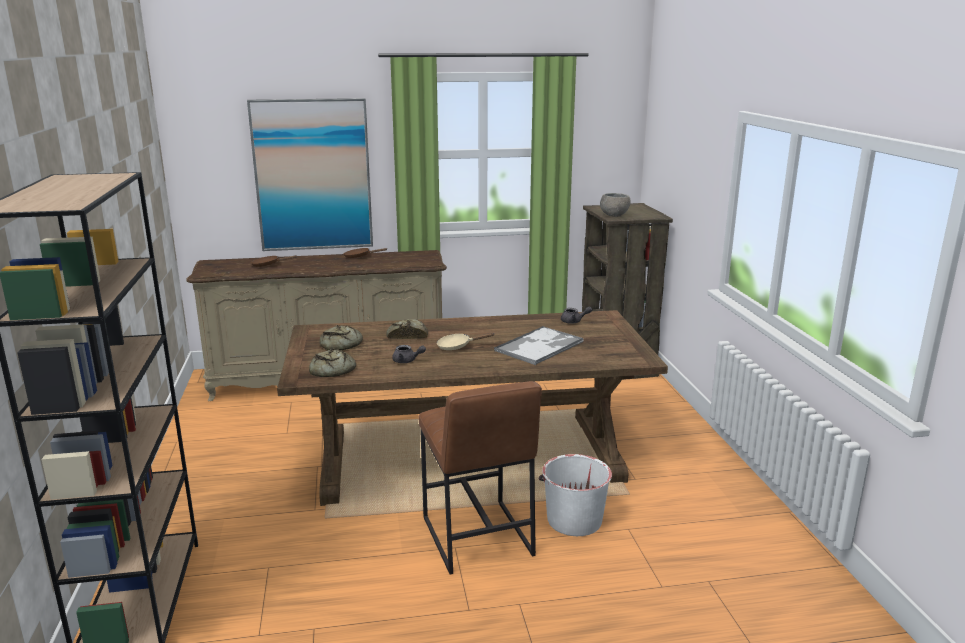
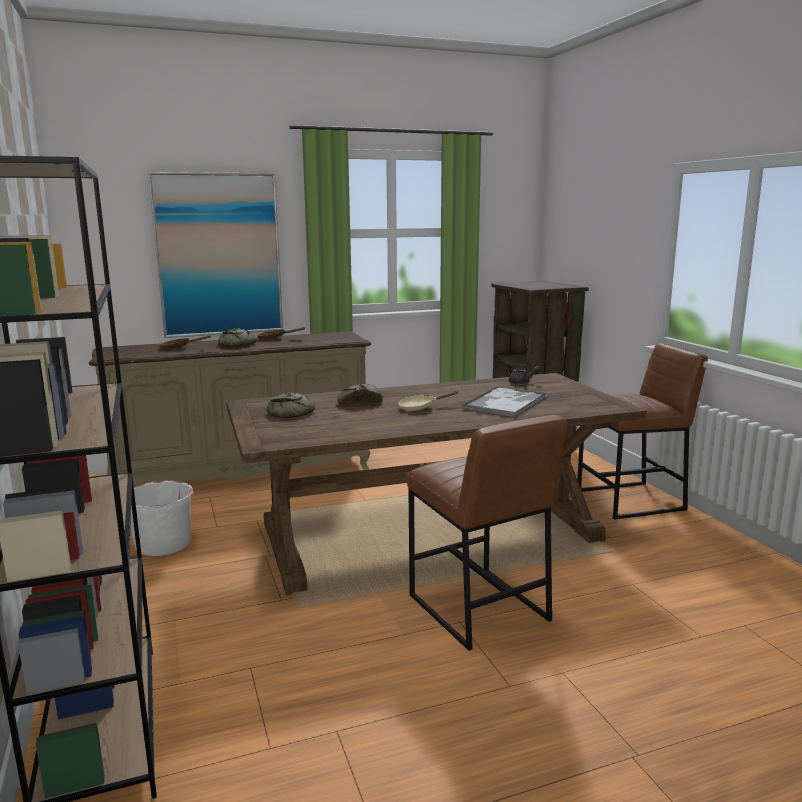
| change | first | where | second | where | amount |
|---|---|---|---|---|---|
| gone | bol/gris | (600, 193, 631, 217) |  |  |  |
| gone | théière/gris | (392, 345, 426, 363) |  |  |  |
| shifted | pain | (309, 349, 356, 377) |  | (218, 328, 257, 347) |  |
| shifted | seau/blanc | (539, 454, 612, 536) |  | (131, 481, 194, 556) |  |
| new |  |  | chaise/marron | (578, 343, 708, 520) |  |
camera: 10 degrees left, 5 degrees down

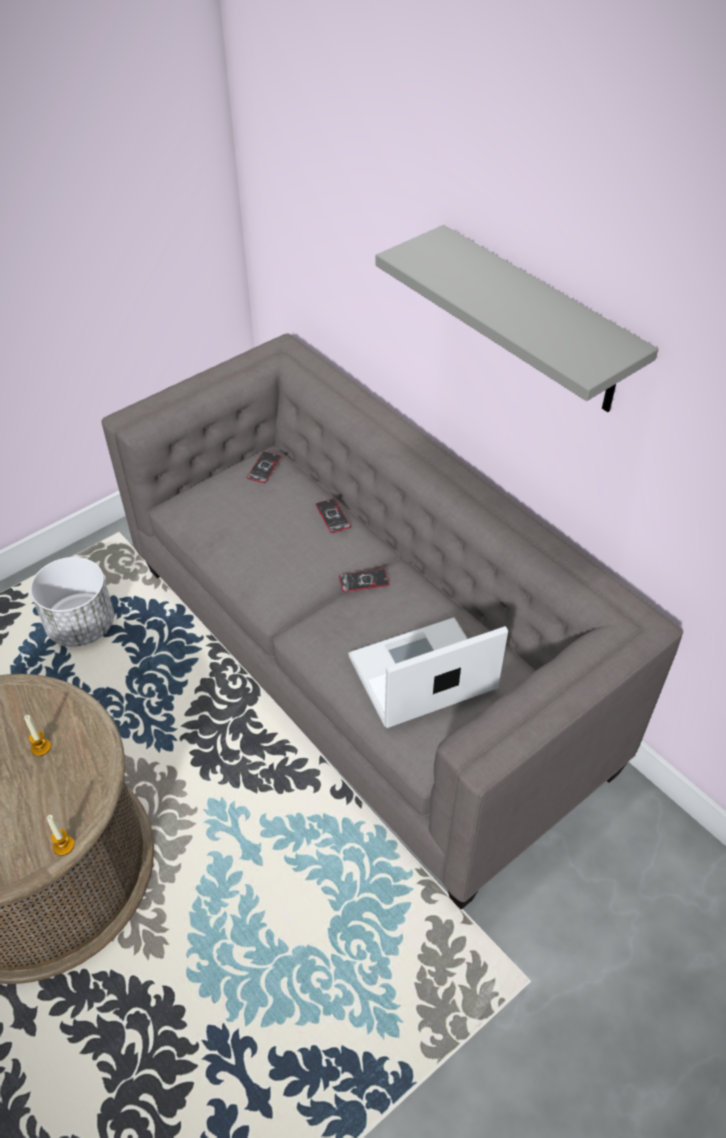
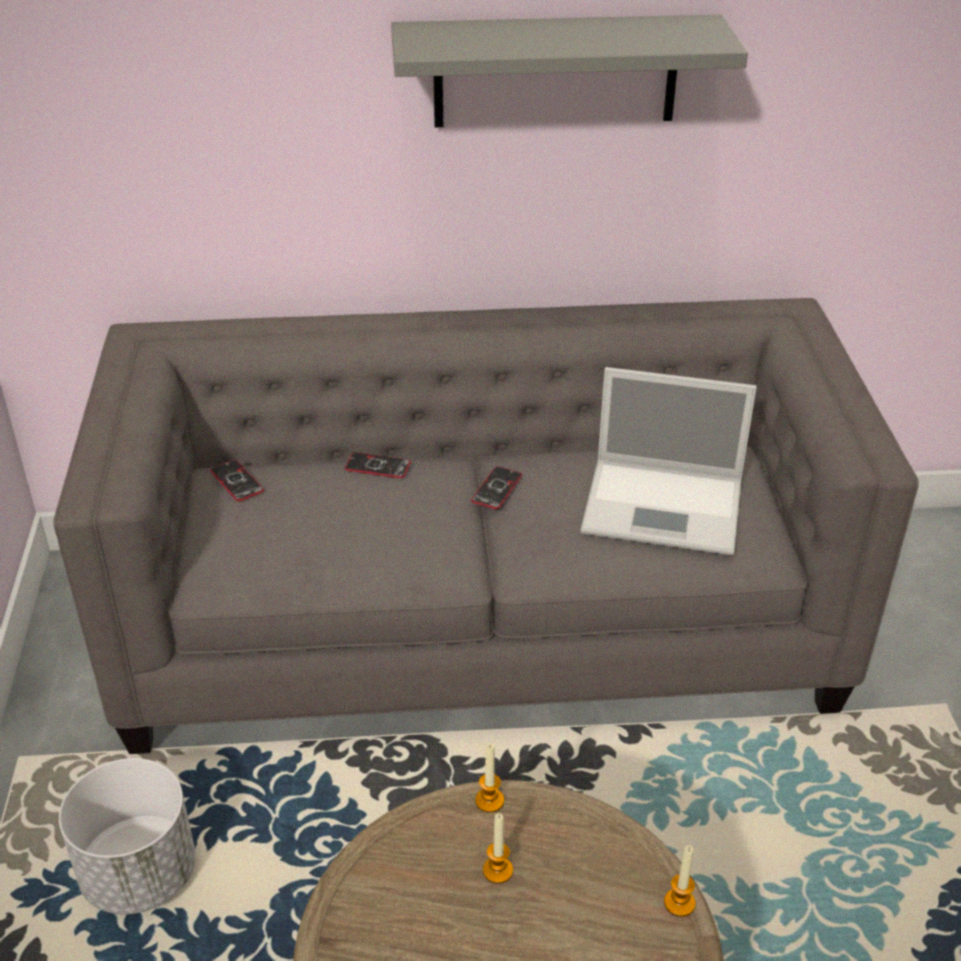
| change | first | where | second | where | amount |
|---|---|---|---|---|---|
| rotated | ordinateur portable | (348, 617, 508, 728) |  | (581, 367, 757, 555) | 90 degrees counterclockwise |
| new |  |  | bougie | (475, 743, 504, 813) |  |
camera: 55 degrees left, 10 degrees down

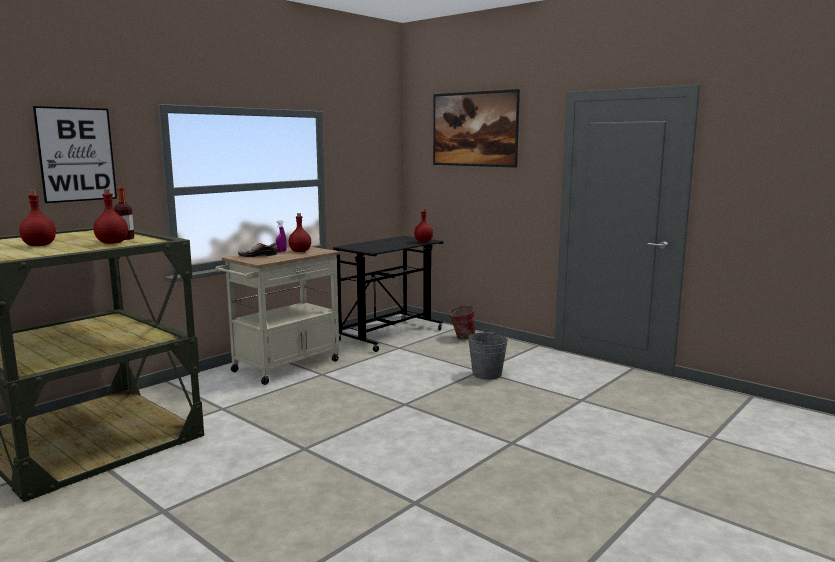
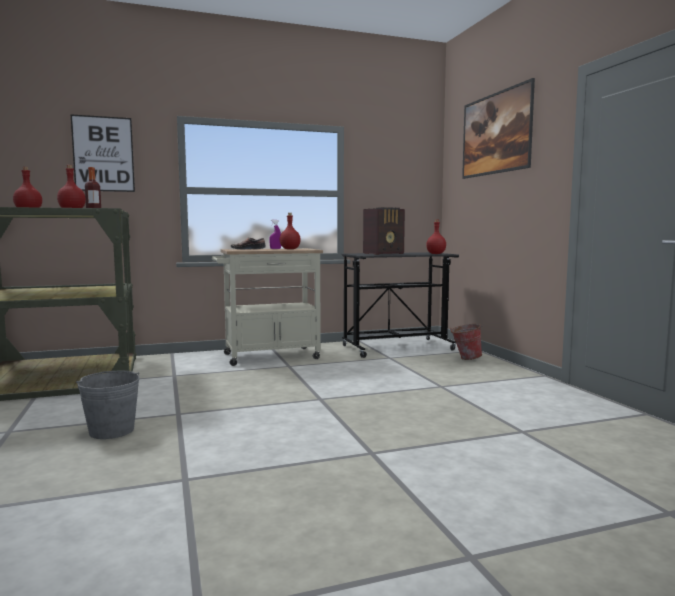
| change | first | where | second | where | amount |
|---|---|---|---|---|---|
| shifted | seau/gris | (468, 332, 508, 380) |  | (76, 371, 140, 439) |  |
| new |  |  | radio | (363, 207, 405, 255) |  |
camera: 30 degrees right, 5 degrees down

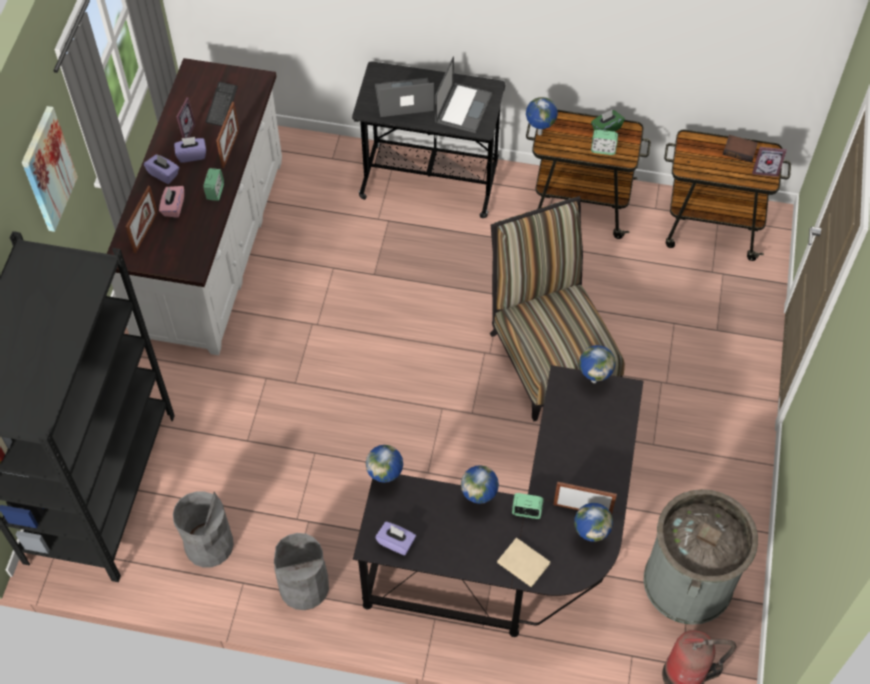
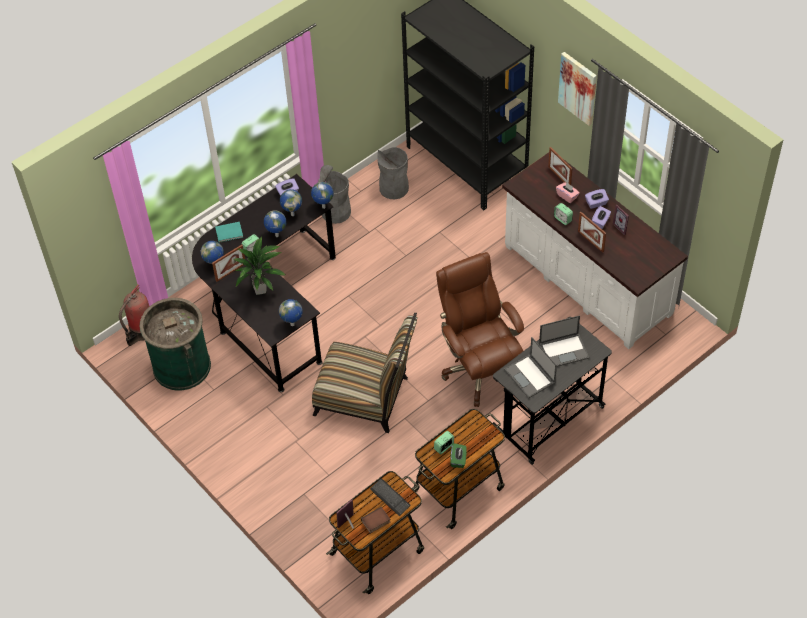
| change | first | where | second | where | amount |
|---|---|---|---|---|---|
| rotated | ordinateur portable | (375, 78, 434, 117) |  | (539, 315, 589, 367) | 45 degrees clockwise |
| shifted | clavier | (206, 82, 238, 126) |  | (370, 478, 411, 516) |  |
| shifted | globe | (526, 97, 558, 135) |  | (280, 189, 302, 216) |  |
| repainted | poubelle/gris | (644, 489, 758, 625) | poubelle/vert | (139, 298, 211, 391) |  |
| repainted | livre/beige | (497, 538, 550, 587) | livre/turquoise | (215, 222, 243, 243) |  |
| new |  |  | plante en pot | (234, 236, 286, 295) |  |
| new |  |  | chaise de bureau/marron | (436, 252, 524, 407) |  |
camera: 130 degrees right, 5 degrees down

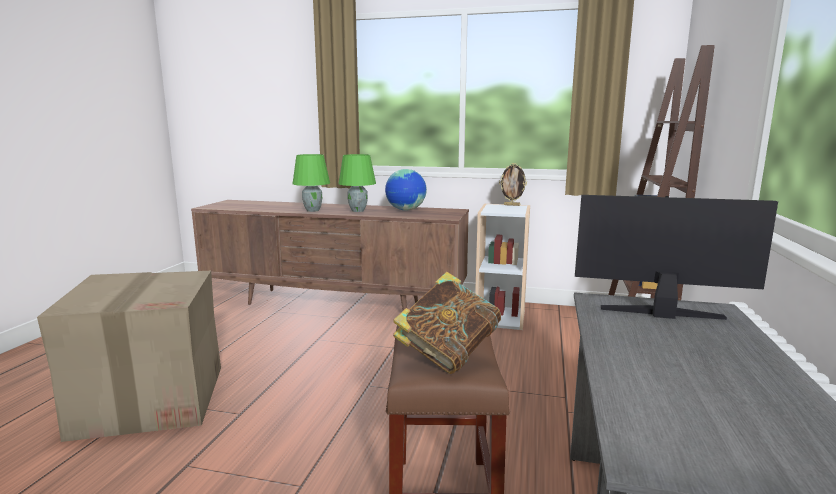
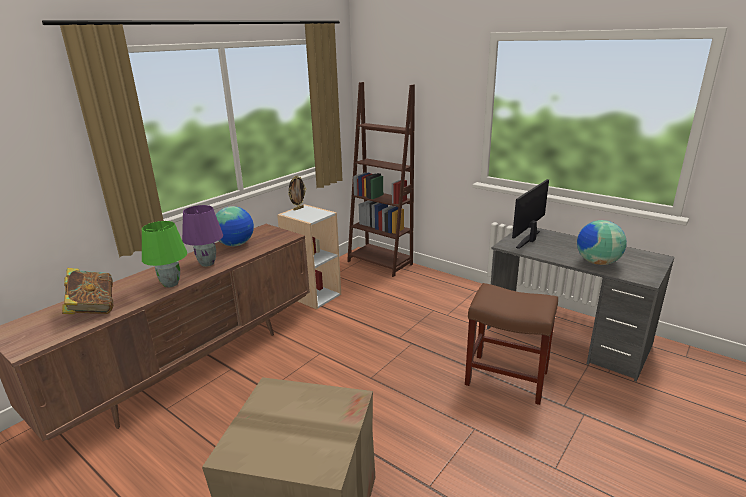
| change | first | where | second | where | amount |
|---|---|---|---|---|---|
| repainted | lampe de table/vert | (338, 154, 376, 212) | lampe de table/violet | (182, 205, 223, 267) |  |
| shifted | livre | (393, 272, 501, 374) |  | (62, 268, 113, 314) |  |
| new |  |  | globe | (577, 220, 627, 265) |  |
camera: 65 degrees left, 10 degrees up

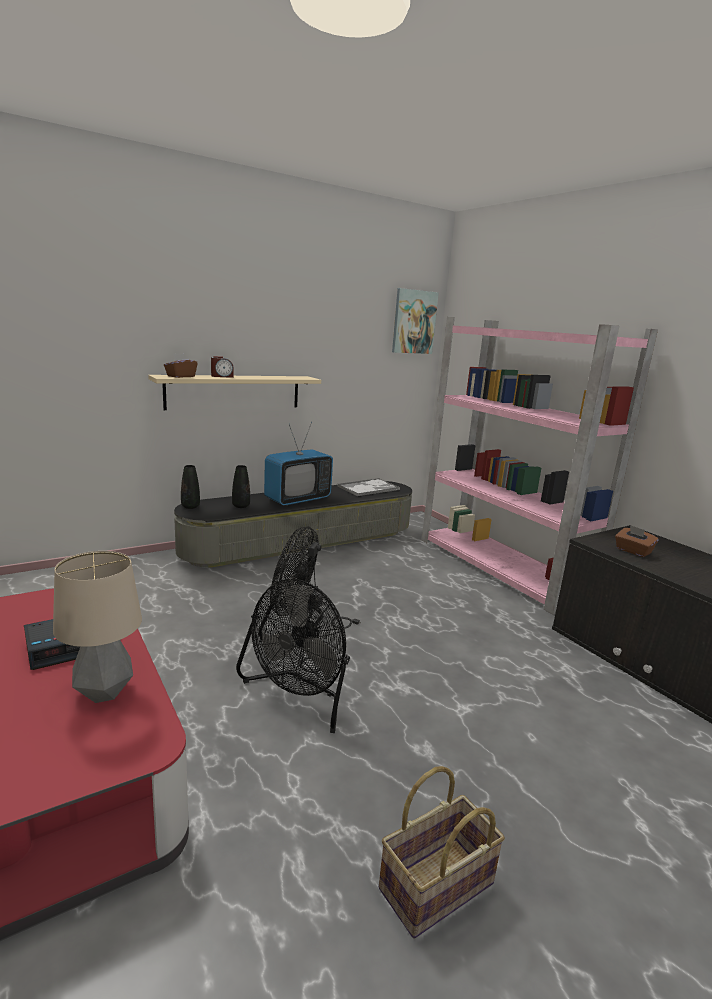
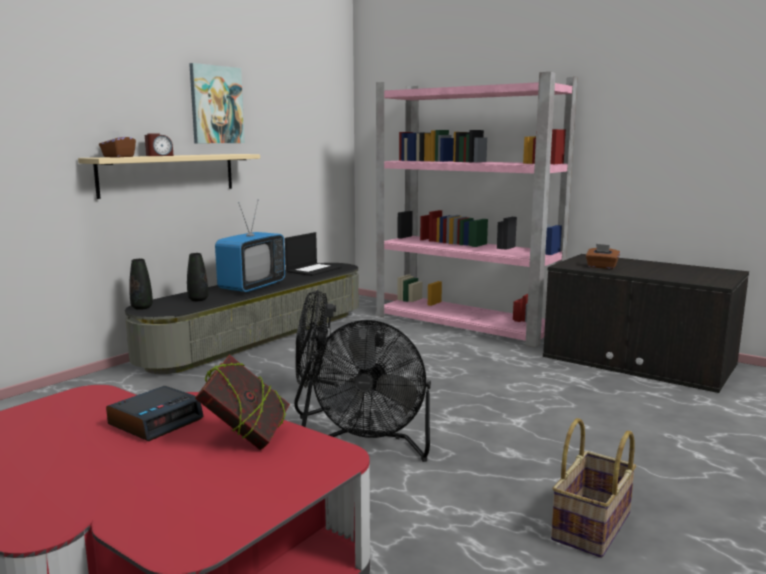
| change | first | where | second | where | amount |
|---|---|---|---|---|---|
| shifted | tableau | (392, 288, 439, 354) |  | (189, 63, 245, 143) |  |
| swapped | plateau | (337, 478, 400, 496) | ordinateur portable | (285, 232, 342, 276) |  |
| swapped | lampe de table | (53, 551, 142, 703) | livre | (195, 354, 290, 450) |  |
camera: 20 degrees left, 5 degrees down

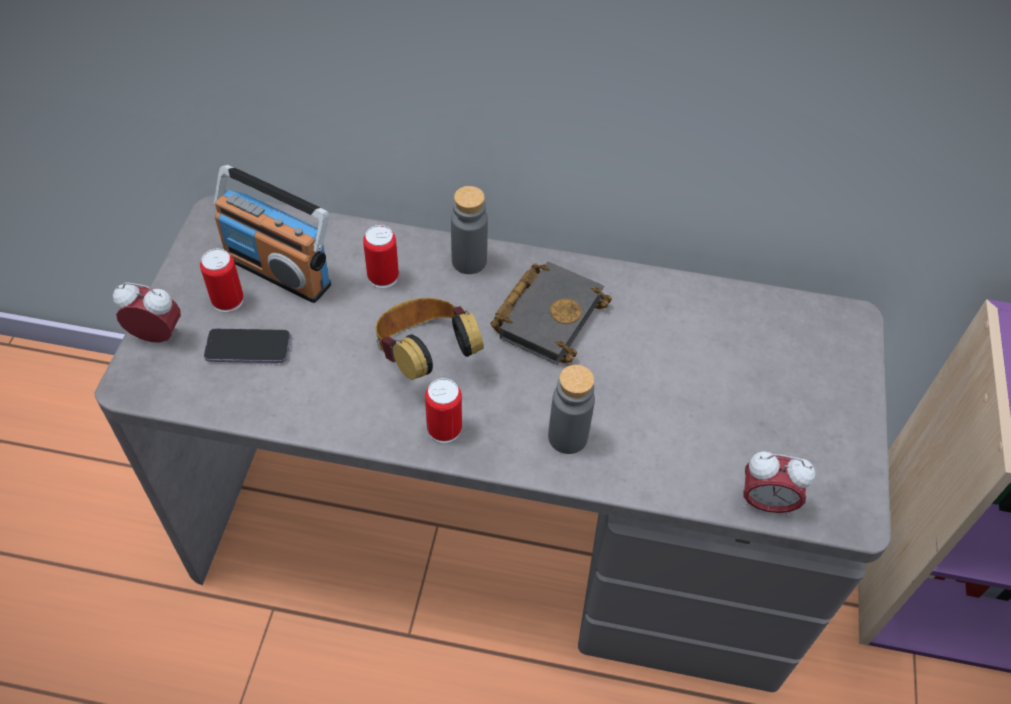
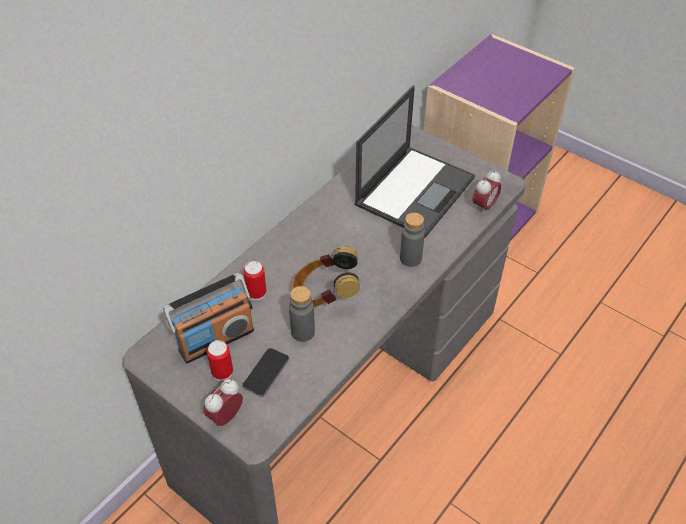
| change | first | where | second | where | amount |
|---|---|---|---|---|---|
| shifted | bouteille/gris | (451, 186, 488, 274) |  | (289, 286, 315, 342) |  |
| gone | livre/noir | (490, 262, 612, 365) |  |  |  |
| gone | boîte métallique | (425, 378, 462, 443) |  |  |  |
| new |  |  | ordinateur portable | (354, 85, 475, 238) |  |
camera: 60 degrees left, 5 degrees down

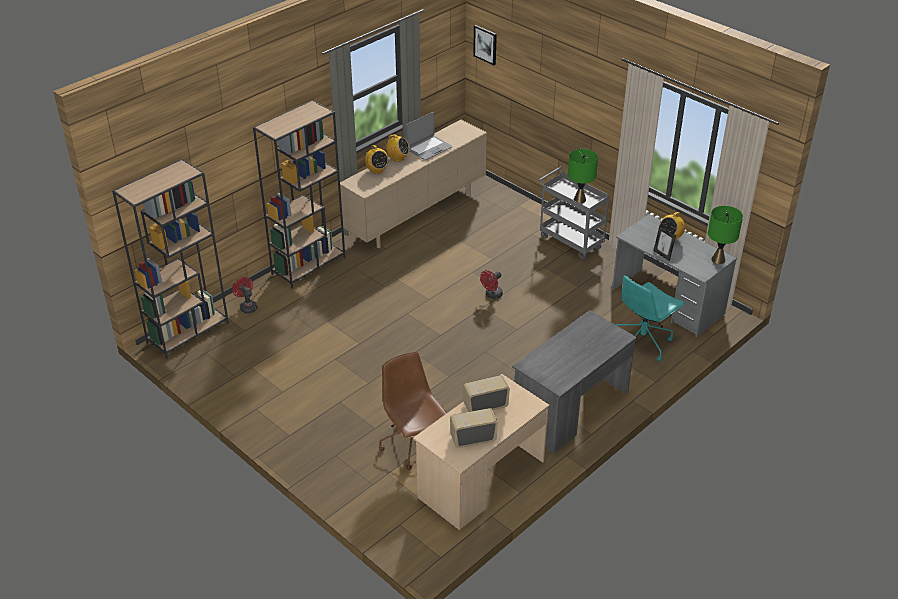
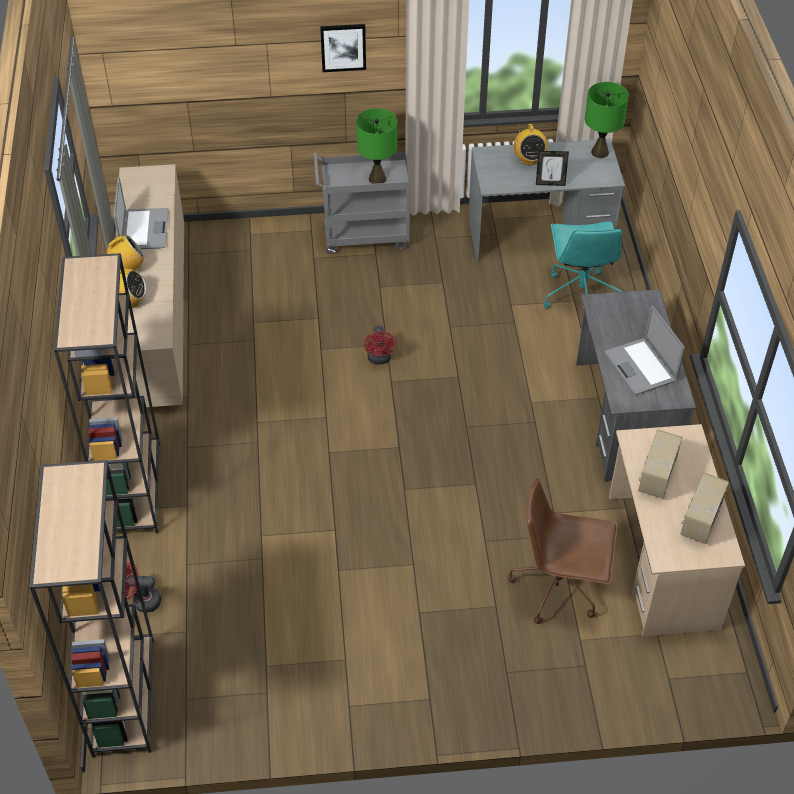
| change | first | where | second | where | amount |
|---|---|---|---|---|---|
| shifted | tableau | (473, 25, 497, 65) |  | (320, 24, 366, 72) |  |
| new |  |  | ordinateur portable | (605, 306, 685, 394) |  |
camera: 50 degrees left, 10 degrees up

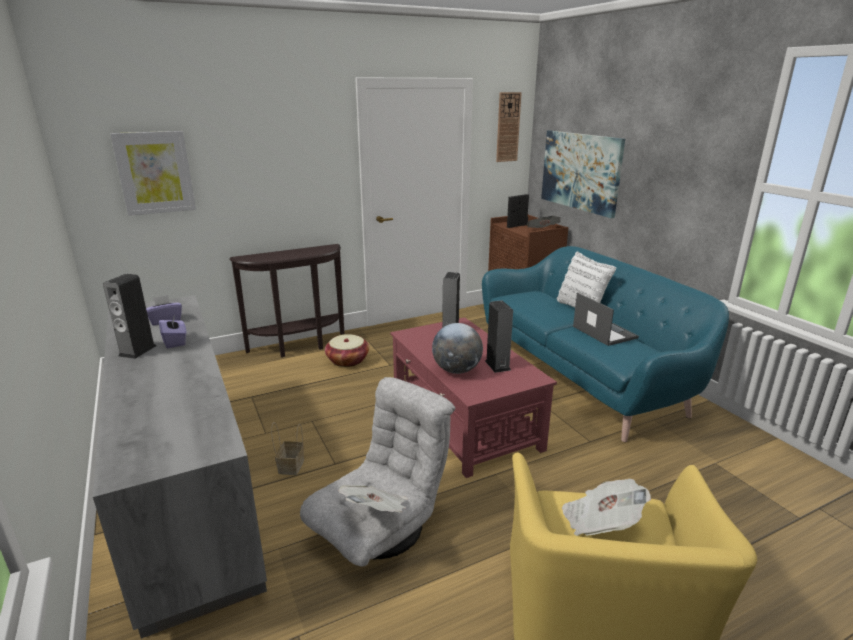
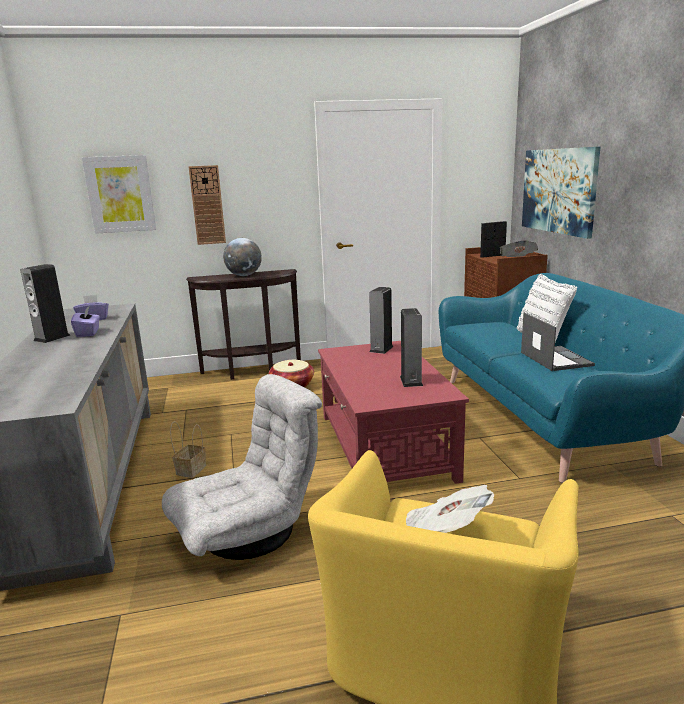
| change | first | where | second | where | amount |
|---|---|---|---|---|---|
| shifted | horloge murale | (496, 92, 522, 162) |  | (188, 165, 226, 245) |  |
| shifted | globe | (432, 323, 483, 374) |  | (223, 238, 262, 276) |  |
| gone | journal | (339, 485, 408, 512) |  |  |  |
camera: 15 degrees right, 5 degrees down

